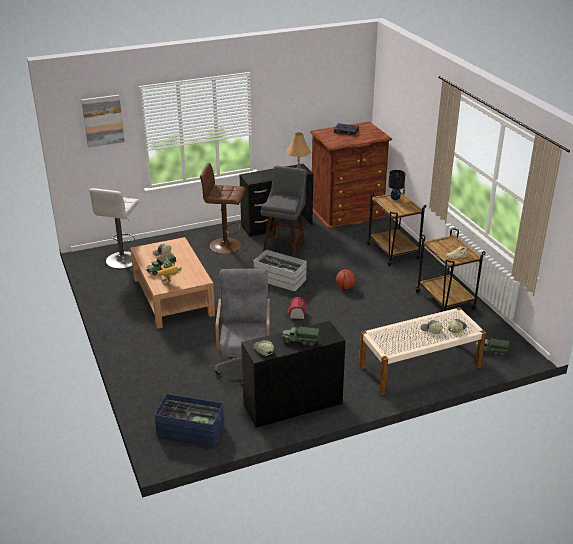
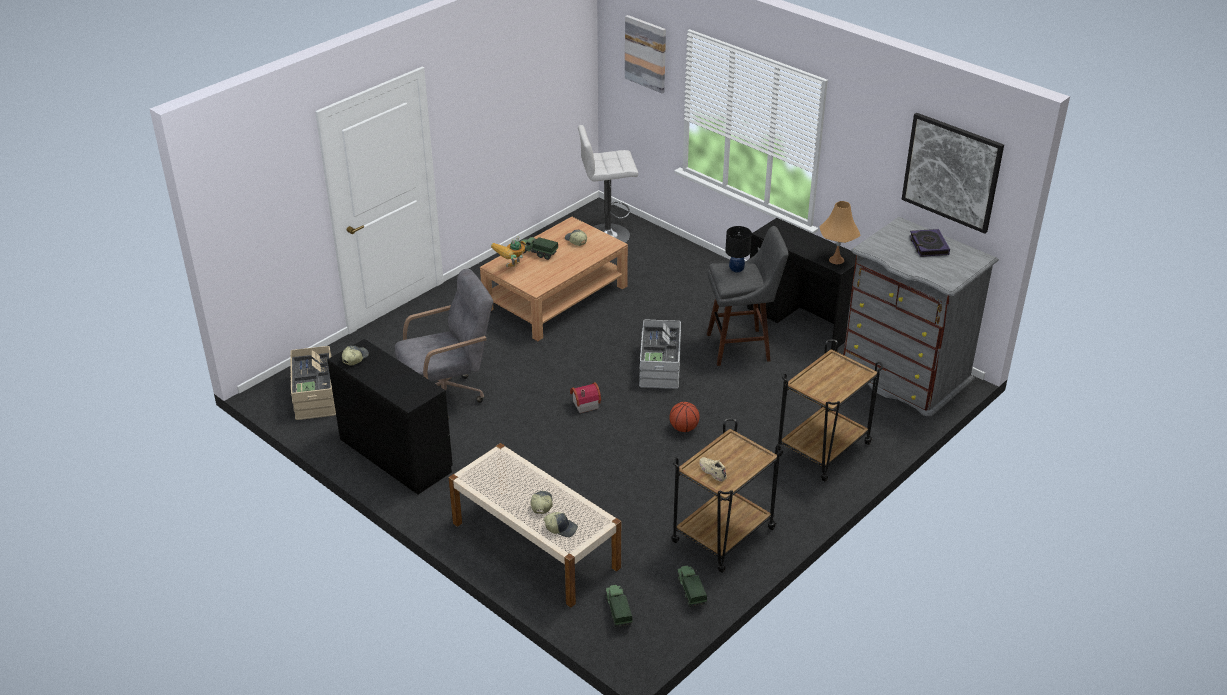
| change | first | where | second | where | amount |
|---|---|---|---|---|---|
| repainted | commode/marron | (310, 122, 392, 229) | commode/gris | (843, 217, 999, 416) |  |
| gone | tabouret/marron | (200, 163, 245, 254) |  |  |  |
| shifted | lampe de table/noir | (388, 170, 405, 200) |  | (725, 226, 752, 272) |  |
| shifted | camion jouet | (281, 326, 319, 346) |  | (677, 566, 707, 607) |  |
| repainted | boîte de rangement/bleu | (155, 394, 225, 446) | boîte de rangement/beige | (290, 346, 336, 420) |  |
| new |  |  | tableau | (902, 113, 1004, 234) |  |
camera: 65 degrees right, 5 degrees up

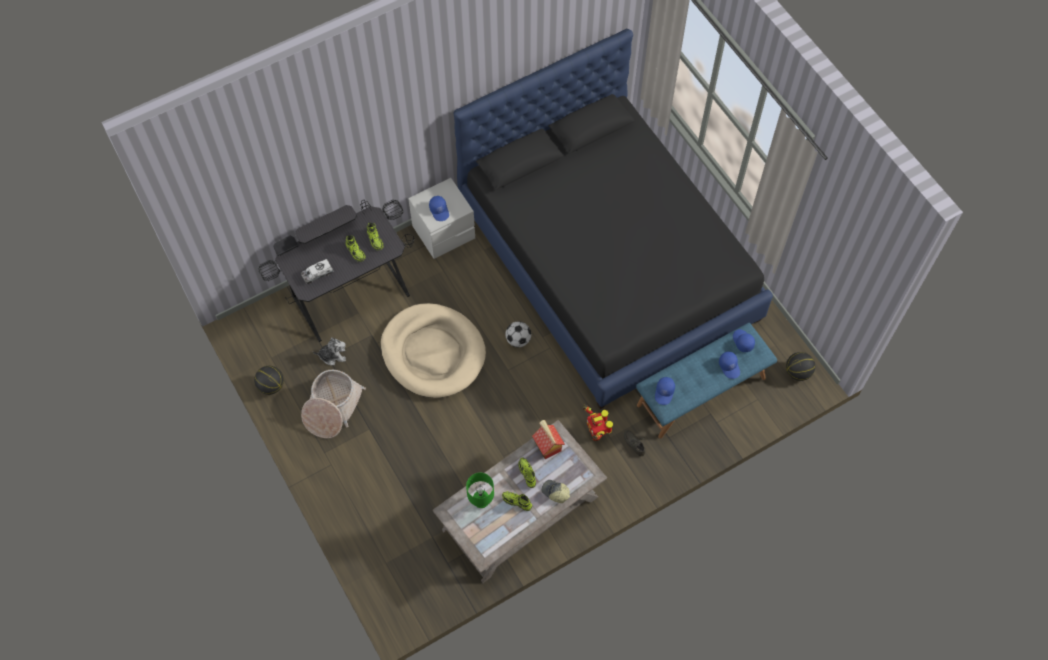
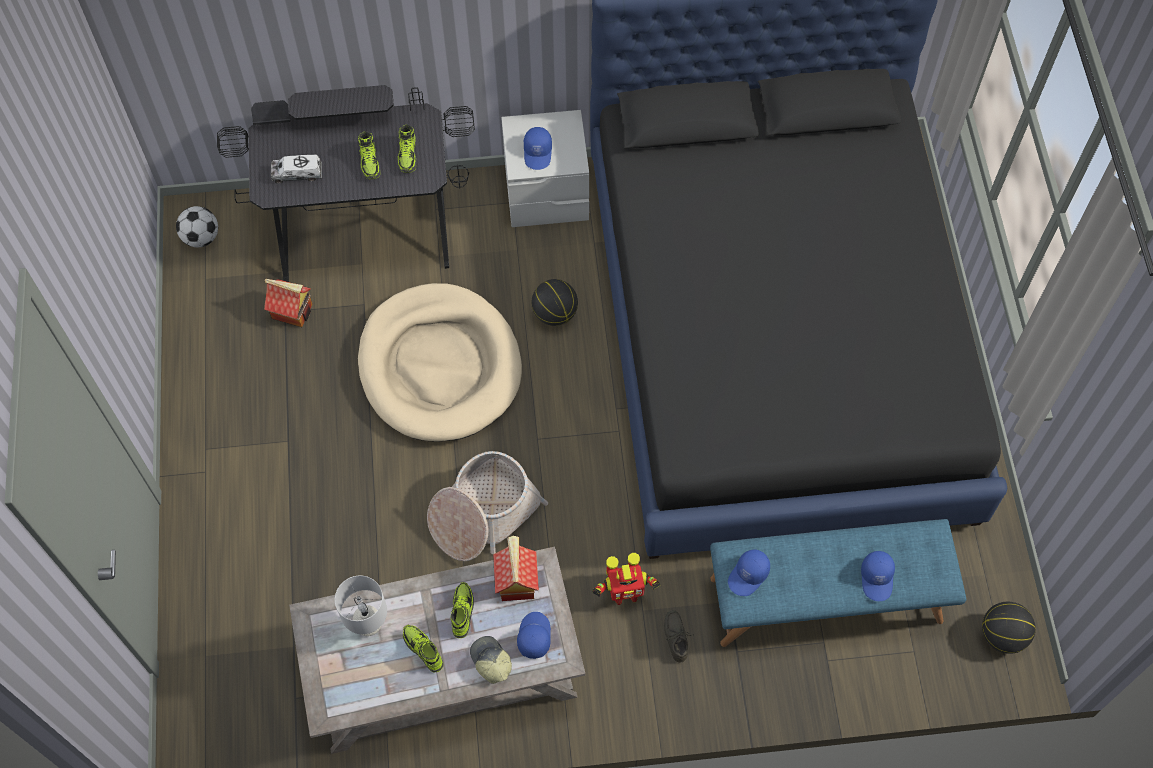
| change | first | where | second | where | amount |
|---|---|---|---|---|---|
| shifted | ballon de foot | (505, 321, 531, 347) |  | (176, 206, 218, 247) |  |
| shifted | casquette/bleu | (733, 329, 755, 352) |  | (517, 612, 551, 659) |  |
| swapped | peluche | (313, 337, 346, 365) | maison miniature | (264, 279, 313, 327) |  |
| shifted | ballon de basket | (254, 366, 284, 395) |  | (532, 279, 578, 326) |  |
| shifted | panier | (301, 370, 366, 438) |  | (427, 451, 548, 561) |  |
| rotated | robot jouet | (583, 404, 613, 441) |  | (592, 553, 660, 605) | 105 degrees counterclockwise |
| repainted | lampe de table/vert | (466, 473, 494, 508) | lampe de table/gris | (335, 576, 387, 636) |  |
camera: 25 degrees right, 0 degrees up

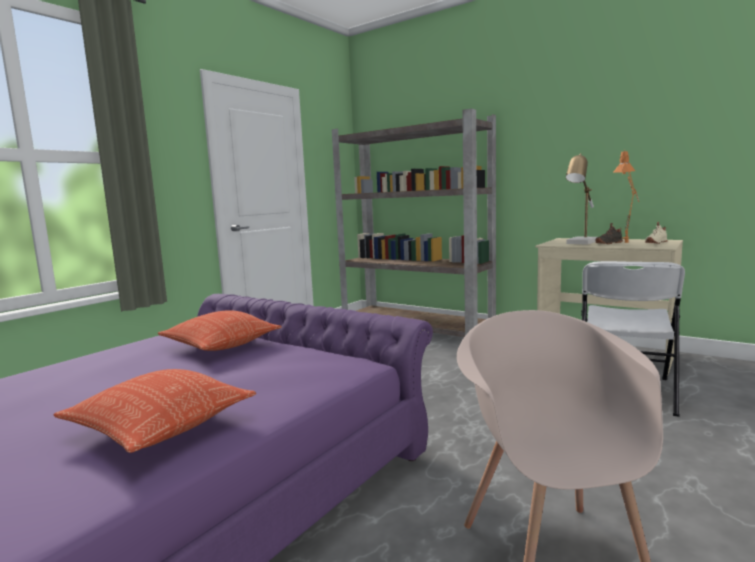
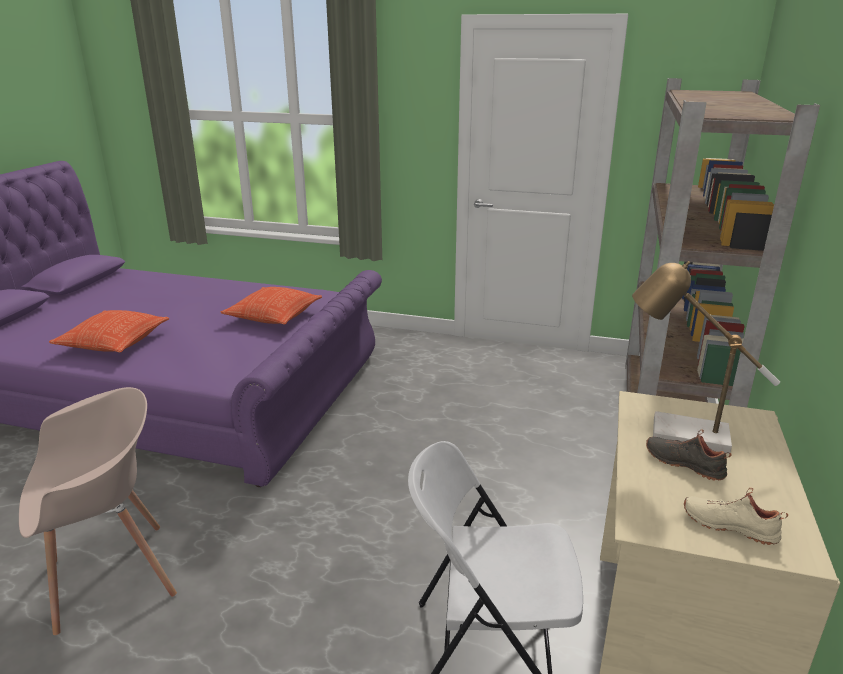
| change | first | where | second | where | amount |
|---|---|---|---|---|---|
| gone | lampe de table/orange | (614, 150, 639, 243) |  |  |  |
camera: 70 degrees right, 15 degrees up

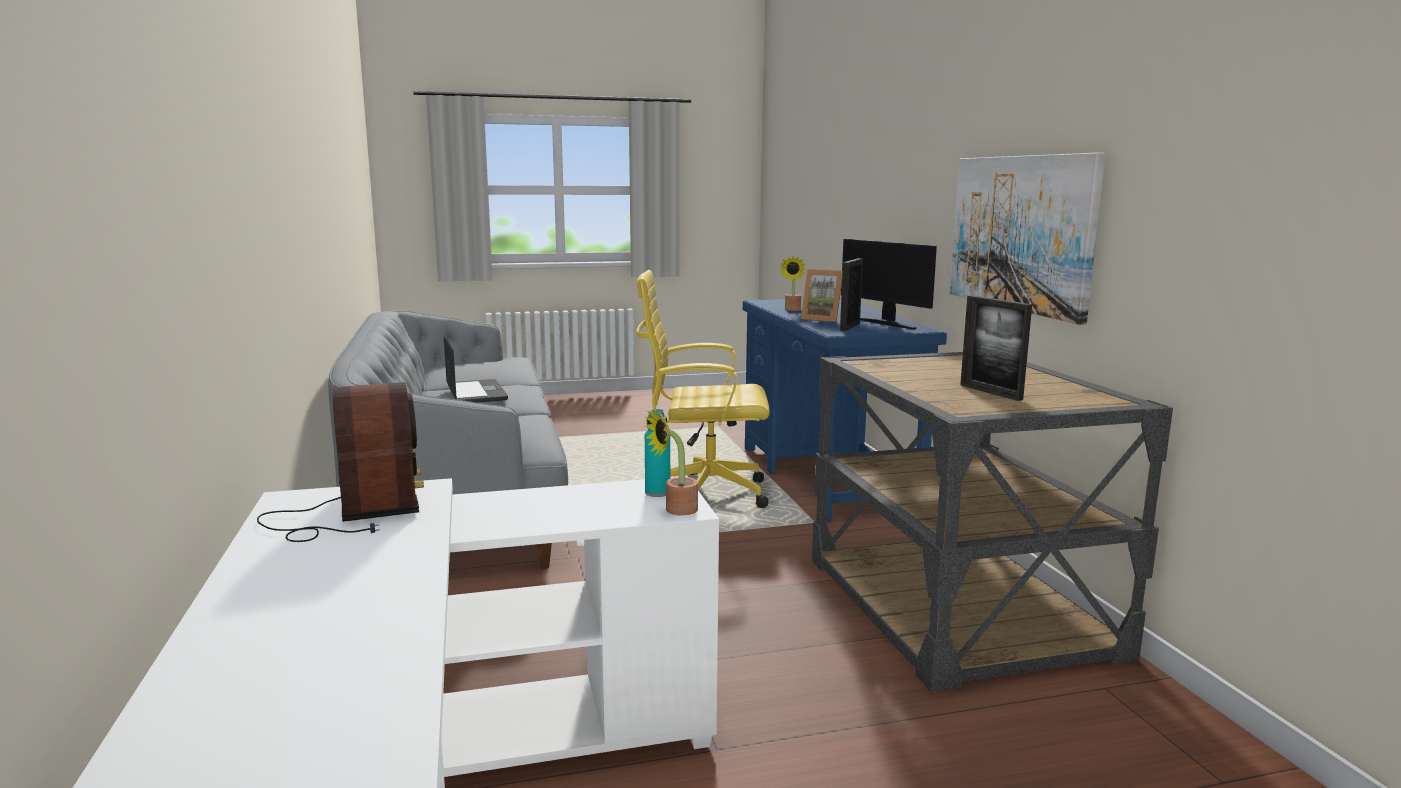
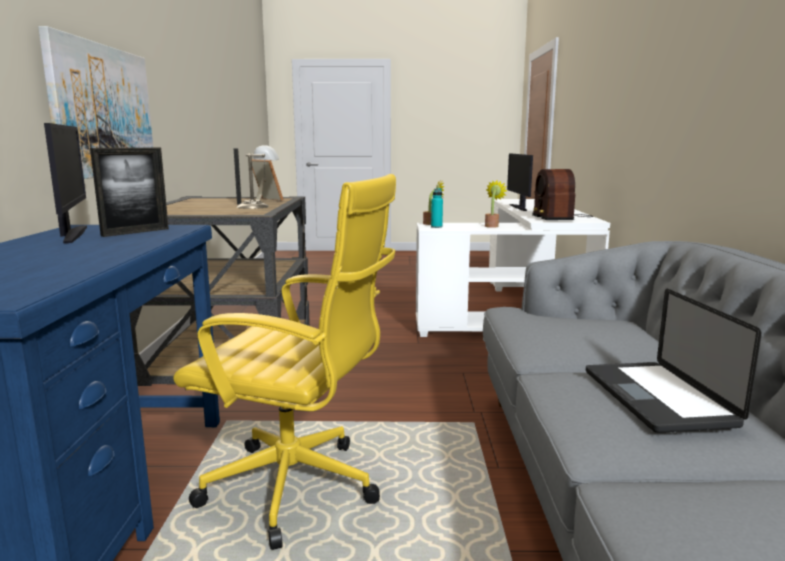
| change | first | where | second | where | amount |
|---|---|---|---|---|---|
| shifted | plante en pot | (779, 257, 806, 311) |  | (485, 181, 508, 228) |  |
| shifted | cadre photo | (801, 269, 842, 322) |  | (252, 159, 284, 201) |  |
| new |  |  | lampe de table/blanc | (236, 145, 279, 209) |  |
| new |  |  | écran d'ordinateur | (507, 153, 533, 211) |  |
camera: 165 degrees left, 0 degrees up

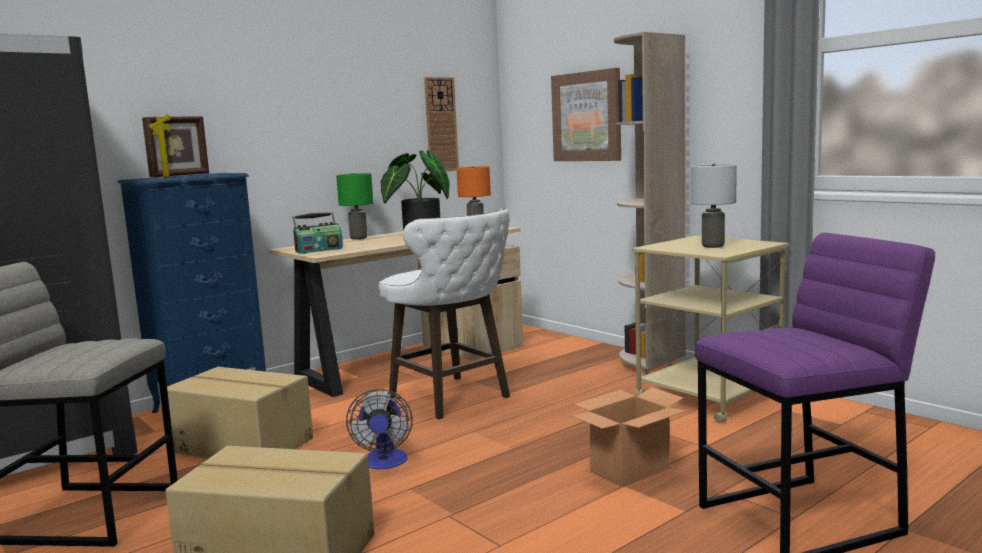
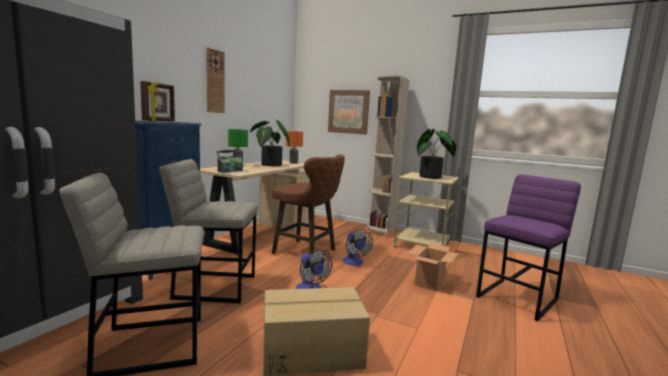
| change | first | where | second | where | amount |
|---|---|---|---|---|---|
| shifted | horloge murale | (424, 77, 459, 171) |  | (206, 47, 225, 113) |  |
| swapped | lampe de table/blanc | (691, 163, 737, 248) | plante en pot | (417, 129, 456, 179) |  |
| repainted | tabouret/blanc | (379, 208, 510, 419) | tabouret/marron | (272, 154, 345, 255) |  |
| swapped | carton | (167, 367, 313, 459) | chaise/gris | (159, 159, 258, 303) |  |
| new |  |  | ventilateur | (343, 229, 373, 266) |  |
camera: 25 degrees left, 0 degrees up

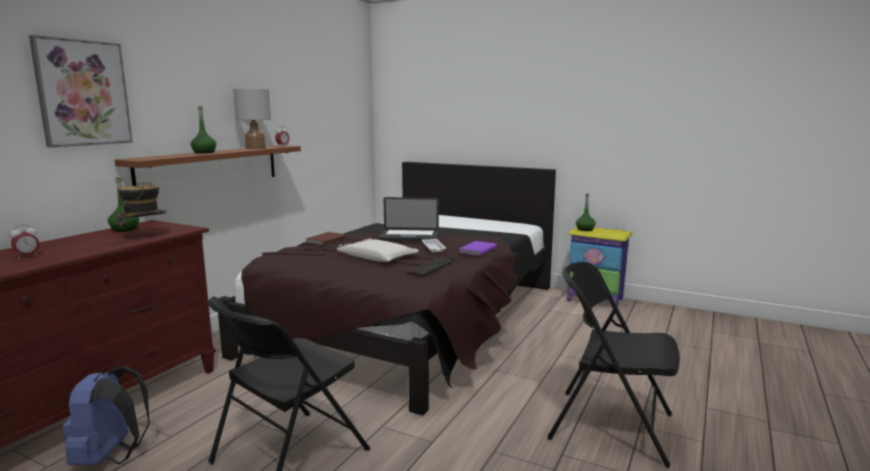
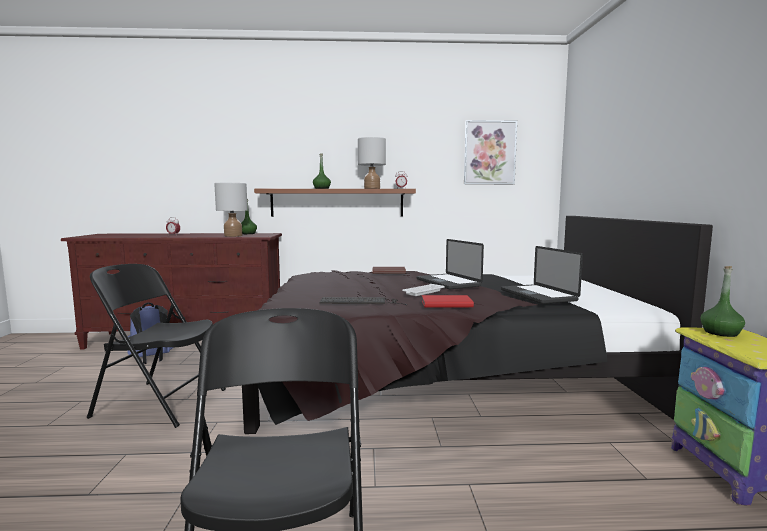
| change | first | where | second | where | amount |
|---|---|---|---|---|---|
| shifted | tableau | (29, 35, 133, 148) |  | (464, 120, 517, 184) |  |
| swapped | chapeau | (114, 182, 167, 241) | lampe de table/gris | (214, 183, 248, 237) |  |
| gone | coussin/blanc | (337, 238, 419, 262) |  |  |  |
| repainted | livre/violet | (459, 241, 497, 256) | livre/rouge | (422, 295, 474, 307) |  |
| new |  |  | ordinateur portable | (501, 246, 583, 304) |  |
camera: 60 degrees right, 5 degrees down

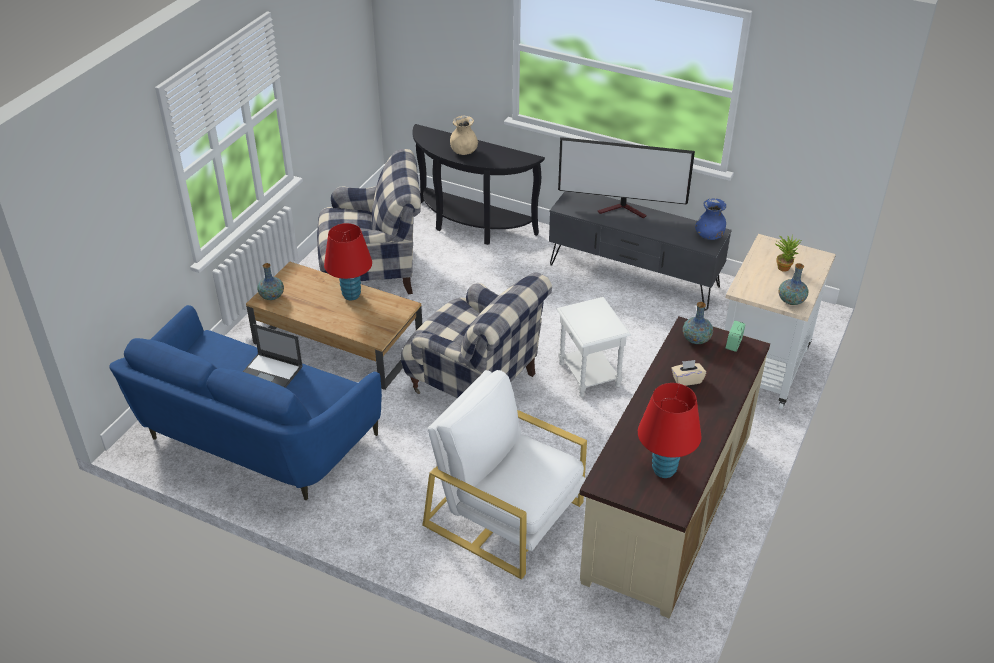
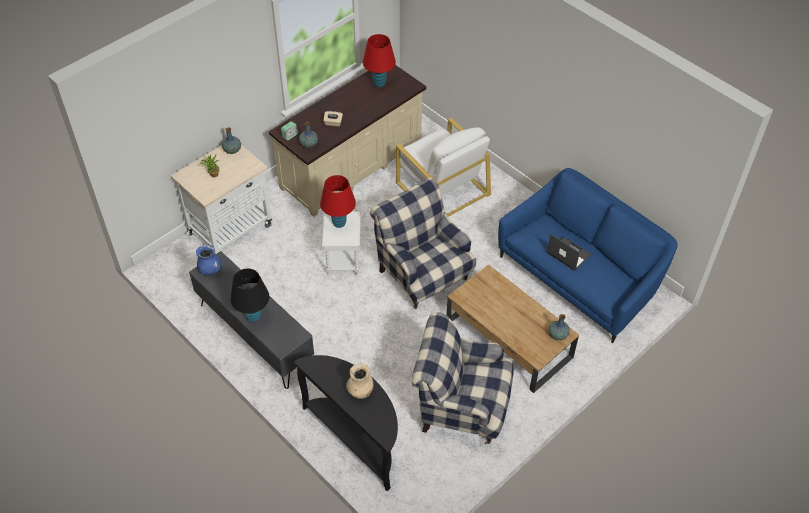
| change | first | where | second | where | amount |
|---|---|---|---|---|---|
| swapped | téléviseur | (558, 137, 695, 218) | lampe de table/noir | (231, 268, 269, 322) |  |
| shifted | lampe de table/rouge | (324, 223, 372, 301) |  | (320, 175, 356, 228) |  |
camera: 160 degrees left, 10 degrees up

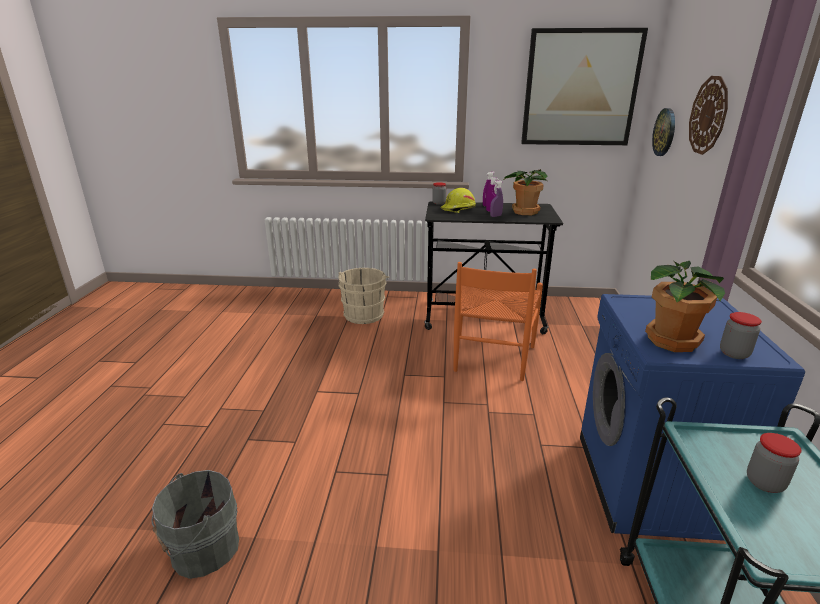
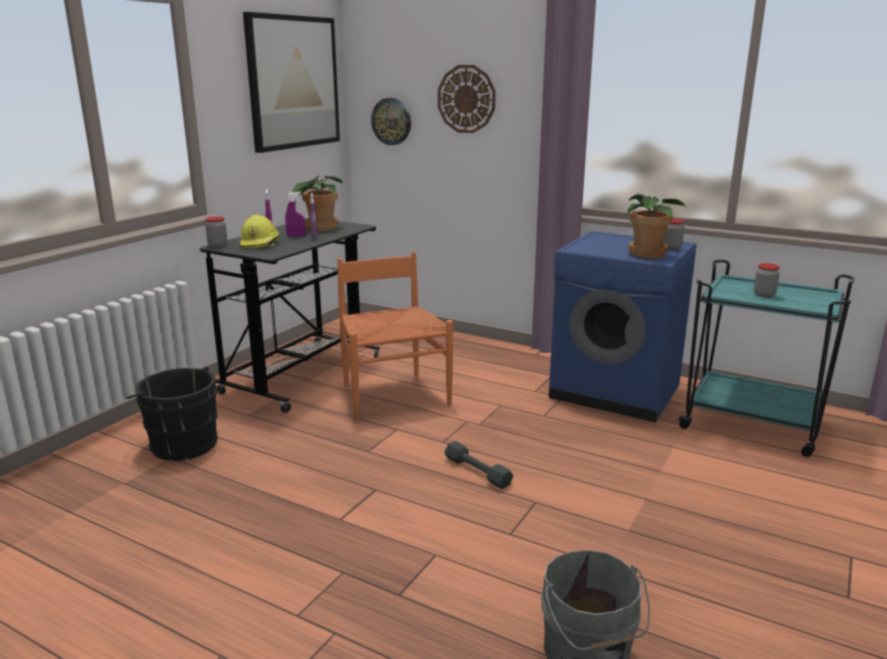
| change | first | where | second | where | amount |
|---|---|---|---|---|---|
| rotated | chaise/orange | (454, 262, 543, 381) |  | (337, 251, 453, 421) | 150 degrees counterclockwise |
| repainted | seau/beige | (338, 268, 389, 324) | seau/noir | (126, 366, 218, 461) |  |
| new |  |  | haltère/gris | (444, 441, 513, 489) |  |
camera: 65 degrees left, 5 degrees down

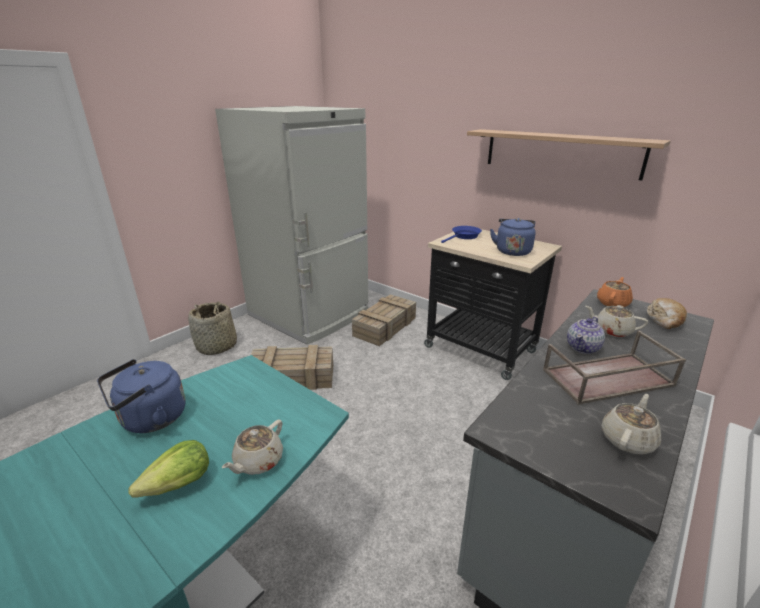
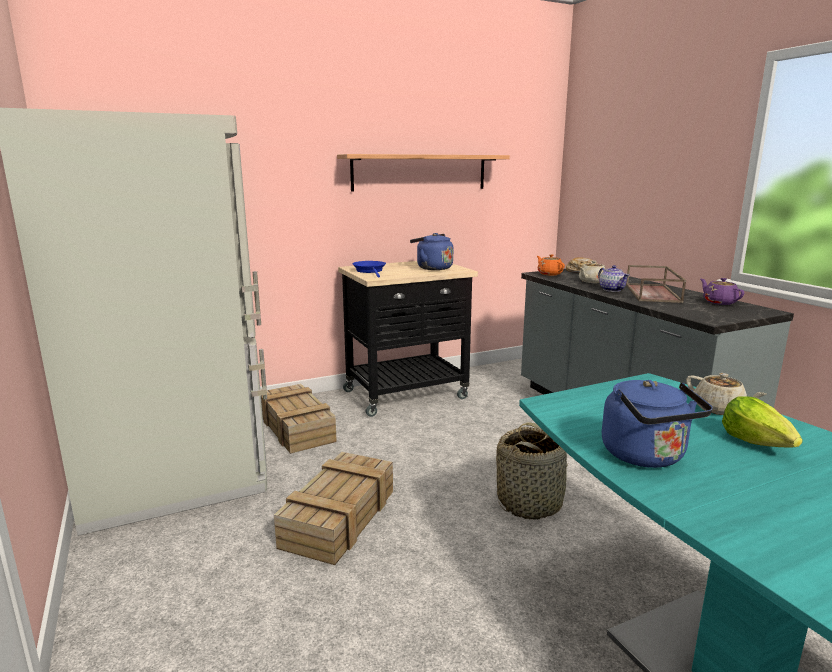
| change | first | where | second | where | amount |
|---|---|---|---|---|---|
| shifted | panier | (188, 301, 237, 355) |  | (496, 422, 568, 520) |  |
| repainted | théière/beige | (602, 394, 661, 454) | théière/violet | (701, 278, 745, 305) |  |
camera: 65 degrees left, 10 degrees down

